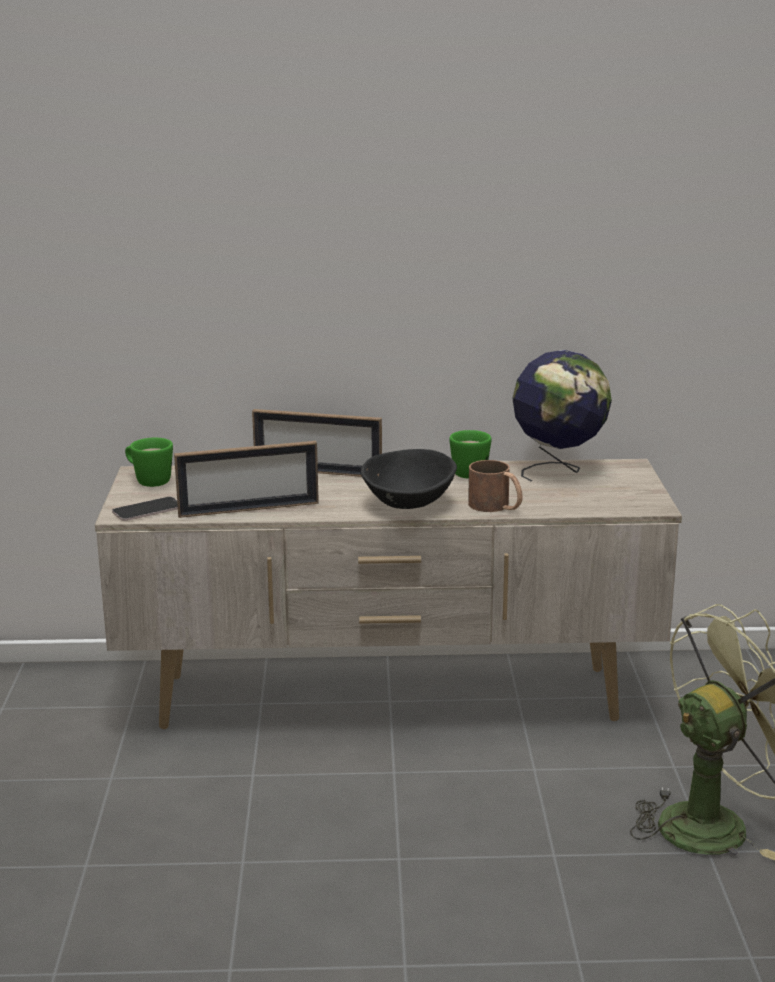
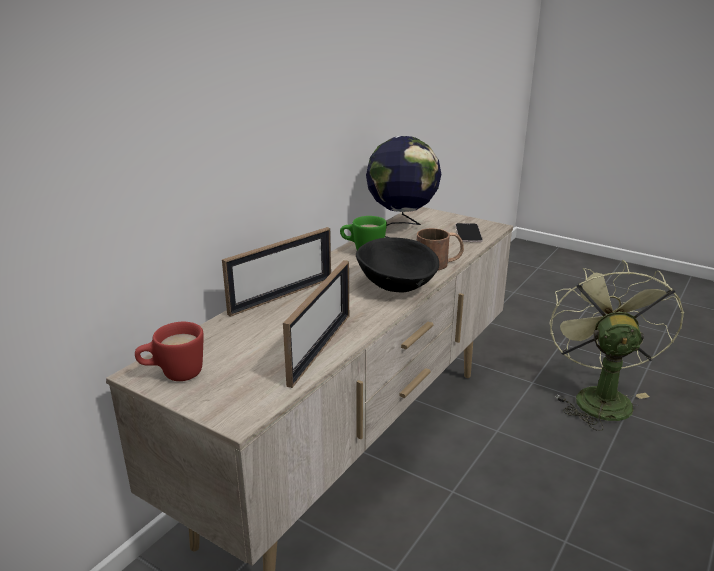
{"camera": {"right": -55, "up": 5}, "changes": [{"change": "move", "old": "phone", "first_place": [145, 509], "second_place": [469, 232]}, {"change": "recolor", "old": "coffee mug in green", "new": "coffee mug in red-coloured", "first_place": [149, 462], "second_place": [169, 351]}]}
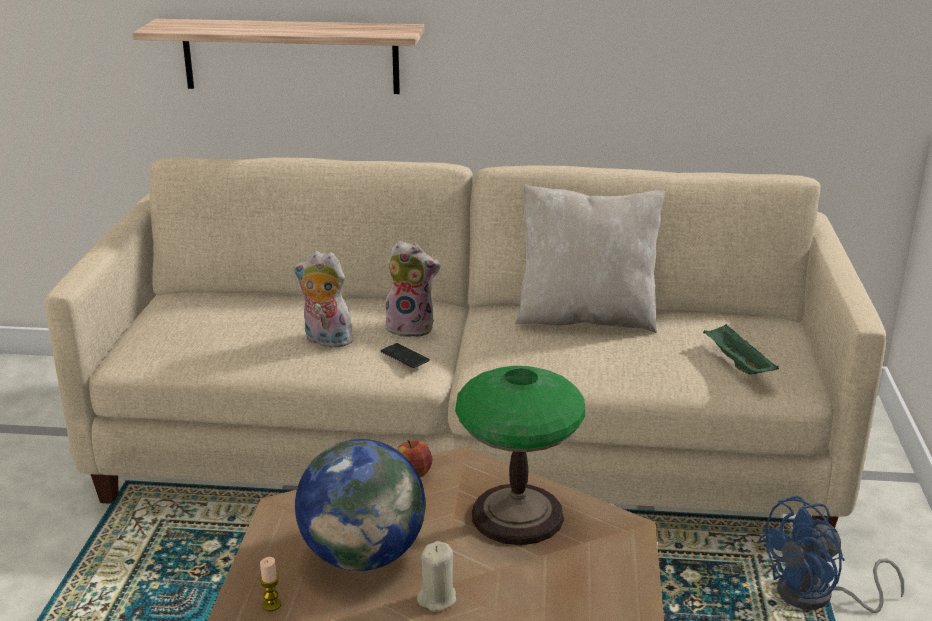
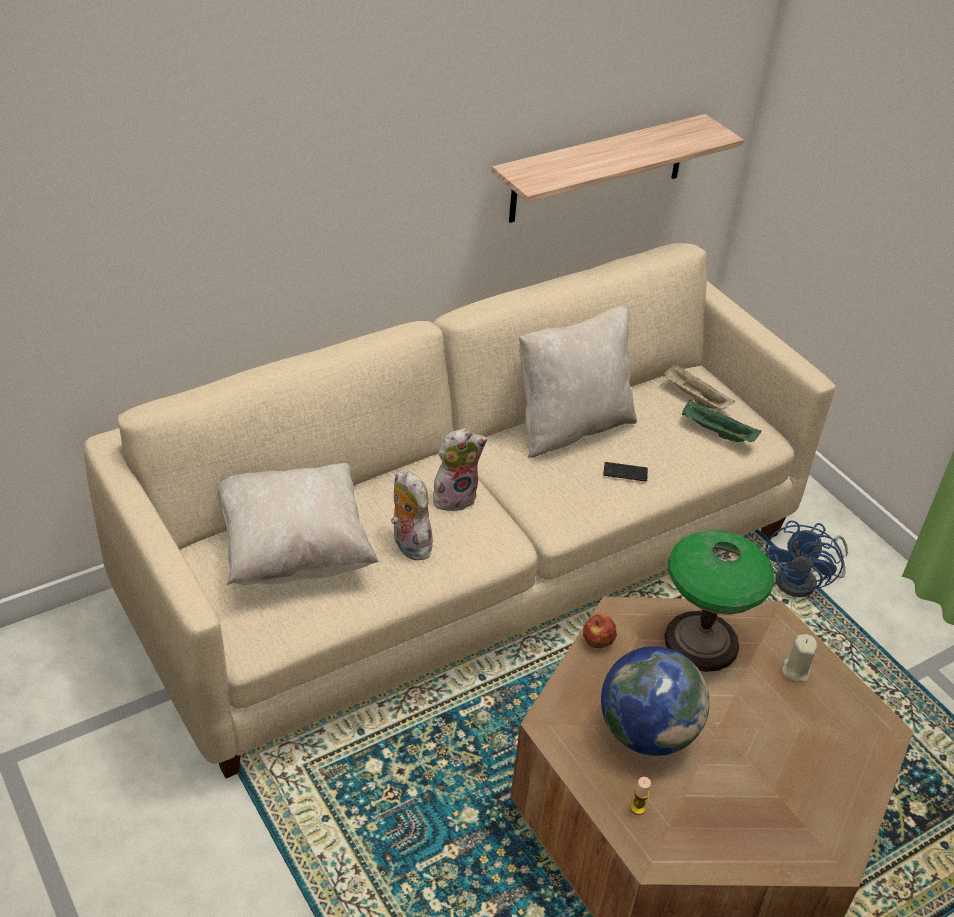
{"camera": {"right": -40, "up": 15}, "changes": [{"change": "move", "old": "wall shelf", "first_place": [278, 56], "second_place": [618, 168]}, {"change": "rotate", "old": "cuddly toy", "first_place": [325, 299], "second_place": [412, 515], "degrees": 75}, {"change": "move", "old": "phone", "first_place": [405, 355], "second_place": [625, 471]}, {"change": "move", "old": "candle in beige-coloured", "first_place": [436, 576], "second_place": [799, 658]}, {"change": "insert", "new": "pillow in beige-coloured", "second_place": [298, 524]}, {"change": "insert", "new": "tray in beige-coloured", "second_place": [698, 386]}]}
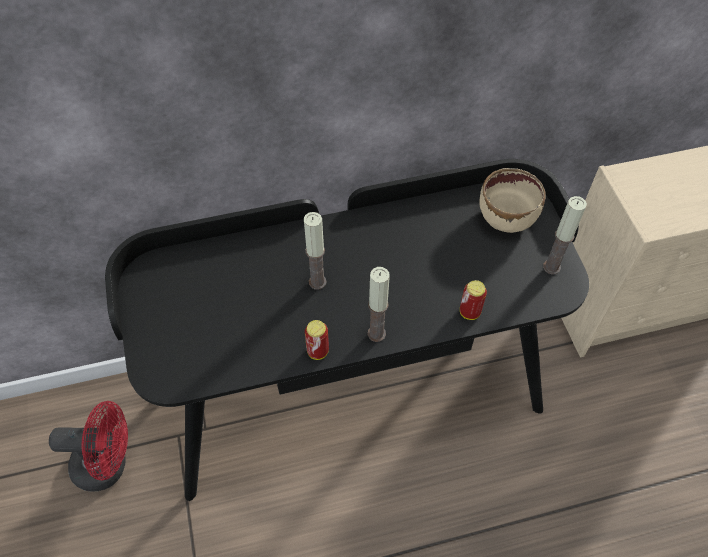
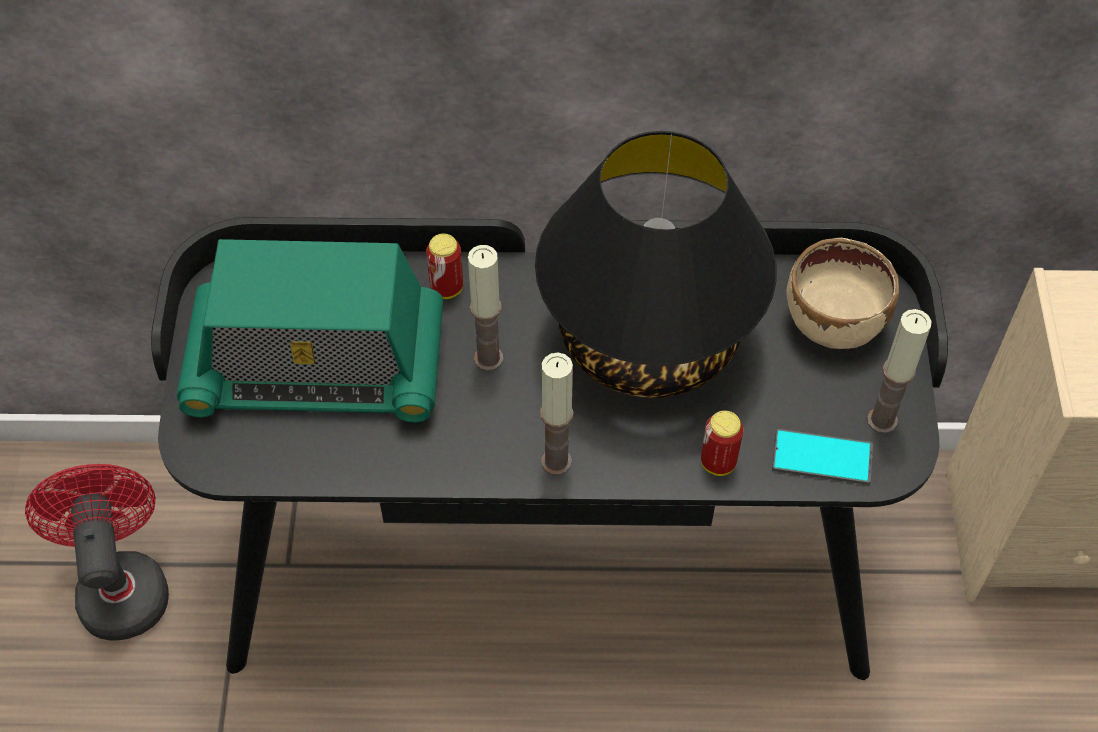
{"camera": {"right": 15, "up": 0}, "changes": [{"change": "rotate", "old": "fan in red-coloured", "first_place": [88, 446], "second_place": [97, 552], "degrees": -120}, {"change": "move", "old": "sealed can", "first_place": [317, 340], "second_place": [444, 266]}, {"change": "insert", "new": "radio receiver", "second_place": [310, 331]}, {"change": "insert", "new": "table lamp in blackish", "second_place": [656, 264]}, {"change": "insert", "new": "phone", "second_place": [822, 457]}]}
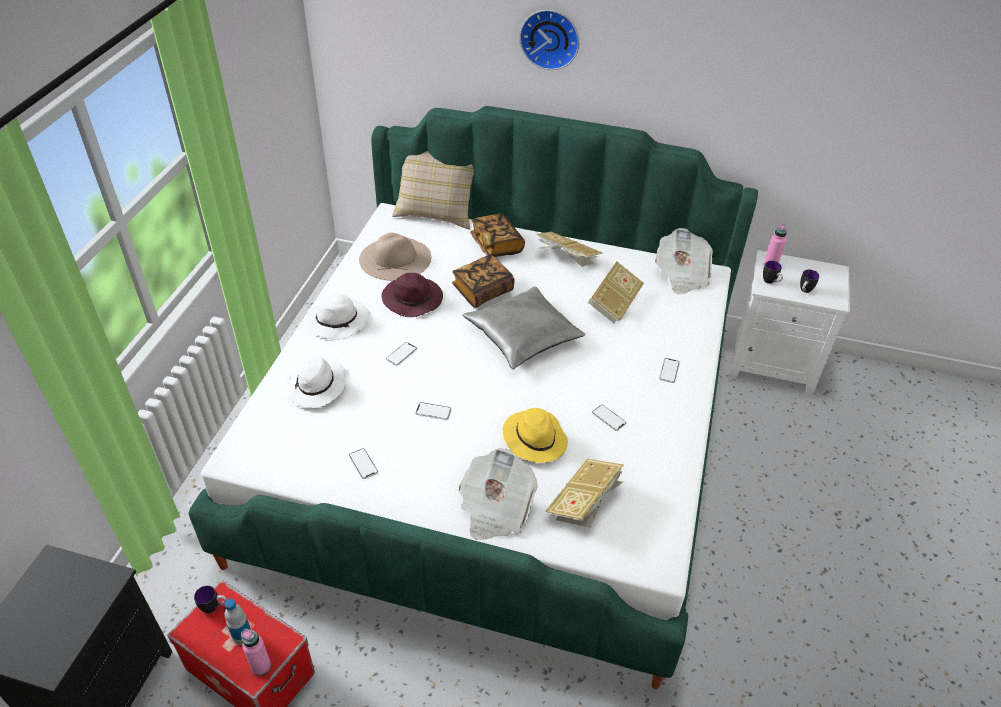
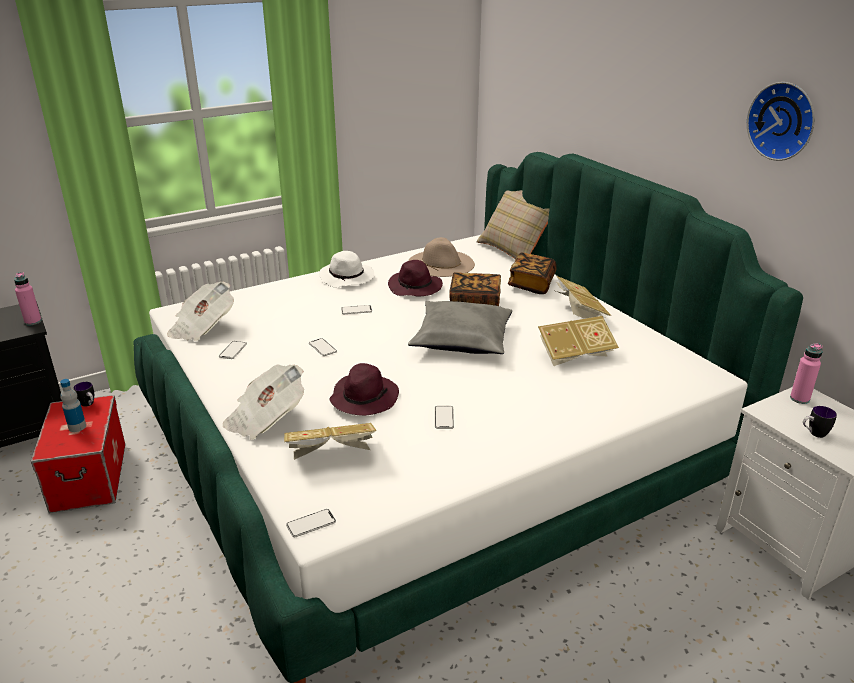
{"camera": {"right": 45, "up": -15}, "changes": [{"change": "move", "old": "bottle in pink", "first_place": [256, 652], "second_place": [28, 298]}, {"change": "delete", "old": "clothing hat in white", "first_place": [316, 381]}, {"change": "recolor", "old": "clothing hat in yellowish", "new": "clothing hat in purple", "first_place": [535, 435], "second_place": [364, 389]}, {"change": "move", "old": "clock on the wall", "first_place": [549, 40], "second_place": [781, 121]}, {"change": "move", "old": "newspaper", "first_place": [684, 261], "second_place": [200, 311]}, {"change": "move", "old": "phone", "first_place": [669, 370], "second_place": [311, 523]}, {"change": "delete", "old": "coffee mug", "first_place": [773, 272]}]}
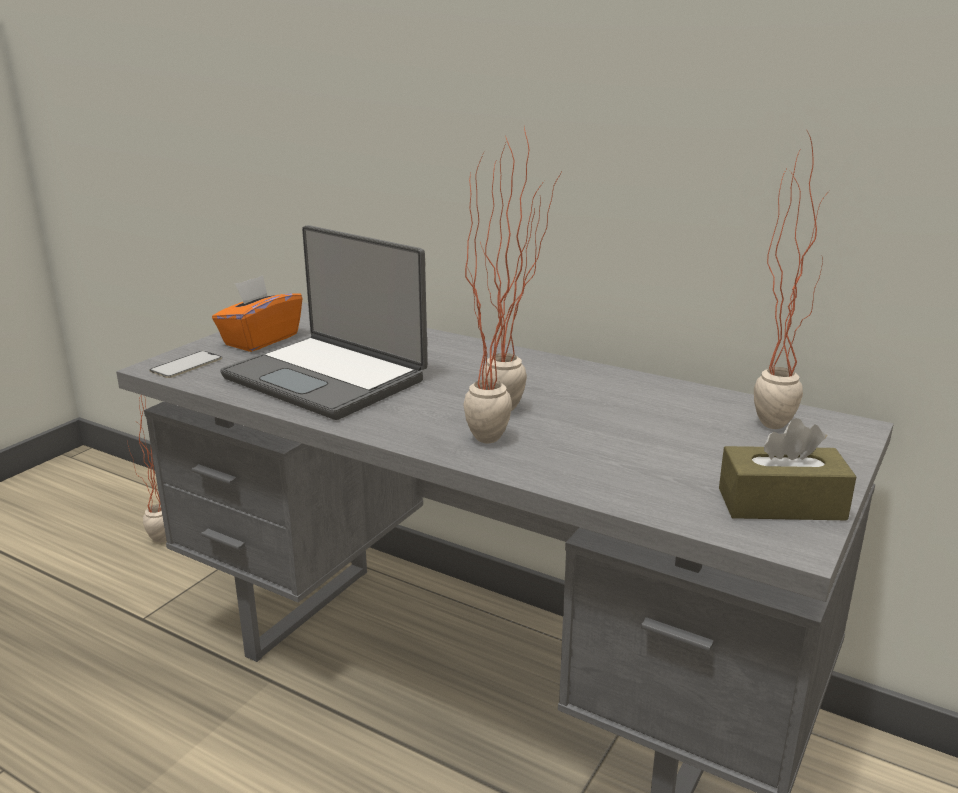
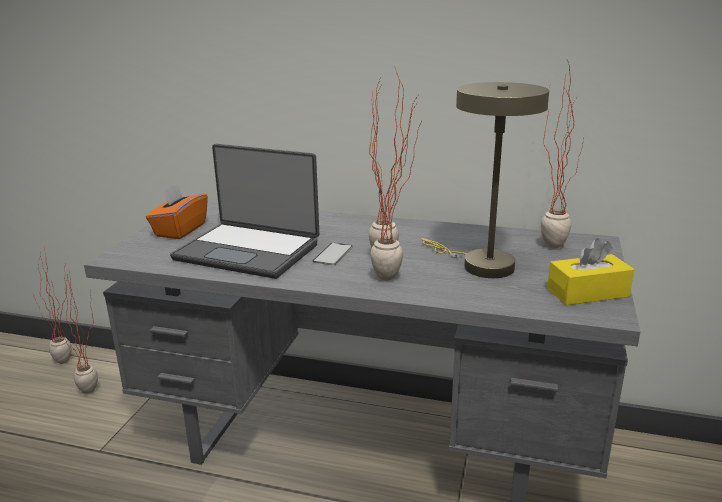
{"camera": {"right": -15, "up": 0}, "changes": [{"change": "move", "old": "phone", "first_place": [185, 364], "second_place": [332, 254]}, {"change": "recolor", "old": "tissue box in brown", "new": "tissue box in yellowish", "first_place": [787, 469], "second_place": [590, 271]}, {"change": "insert", "new": "potted plant", "second_place": [52, 306]}, {"change": "insert", "new": "table lamp in beige-coloured", "second_place": [485, 180]}]}
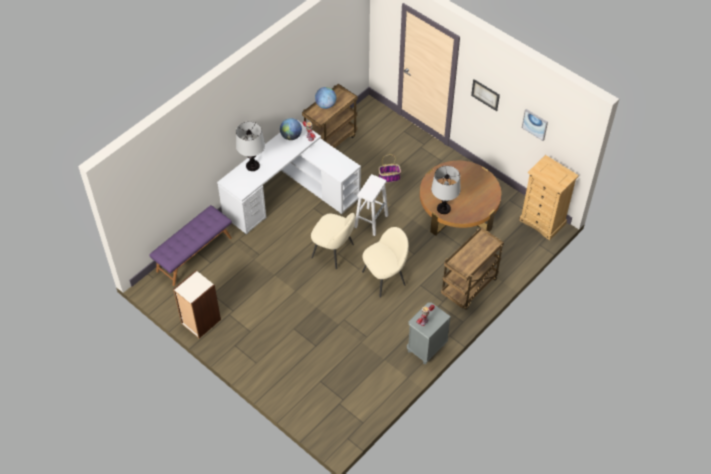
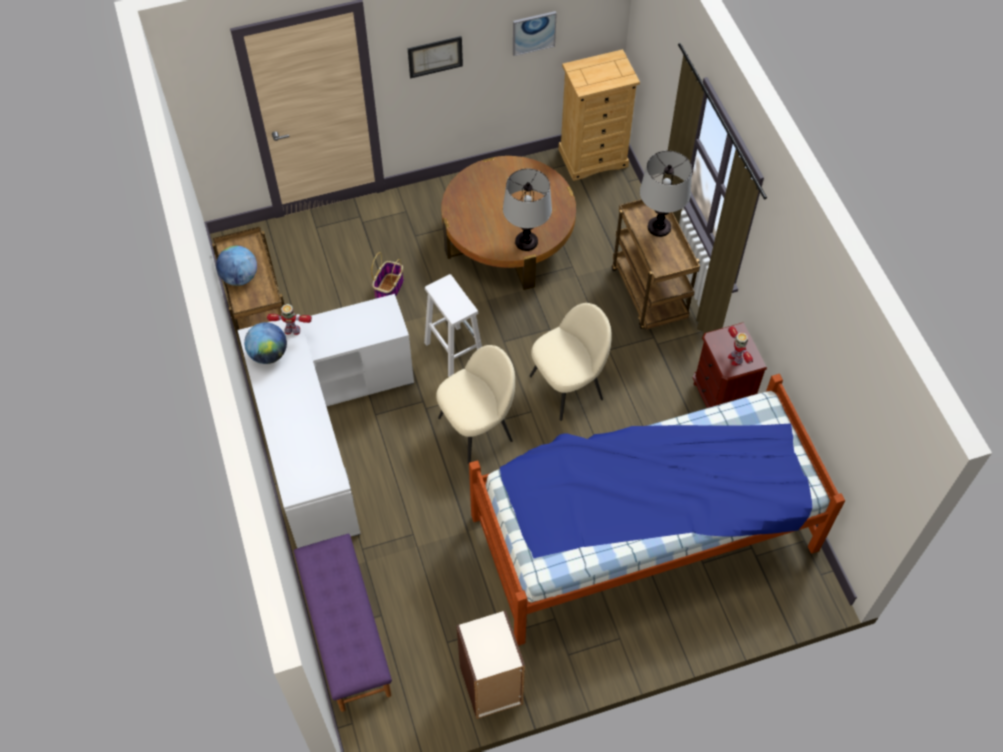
{"camera": {"right": -60, "up": 5}, "changes": [{"change": "move", "old": "table lamp", "first_place": [250, 146], "second_place": [666, 194]}, {"change": "rotate", "old": "upright chair in beige-coloured", "first_place": [385, 262], "second_place": [571, 362], "degrees": 60}, {"change": "recolor", "old": "night table in grey", "new": "night table in brown", "first_place": [429, 333], "second_place": [730, 365]}, {"change": "insert", "new": "sleeping bed", "second_place": [657, 510]}]}
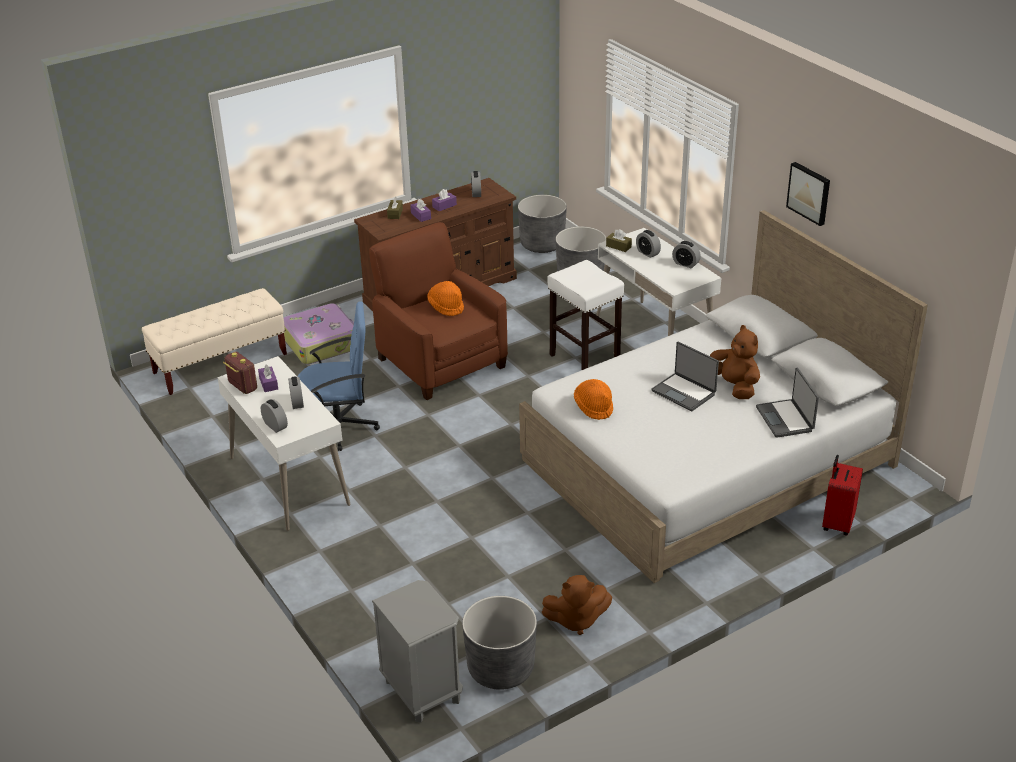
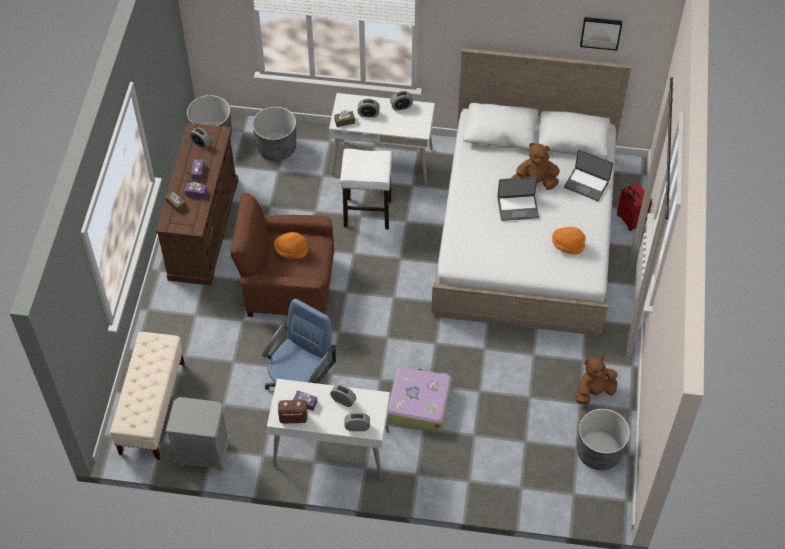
{"camera": {"right": -50, "up": 20}, "changes": [{"change": "move", "old": "travel case", "first_place": [319, 333], "second_place": [419, 398]}, {"change": "move", "old": "night table in grey", "first_place": [417, 651], "second_place": [198, 434]}, {"change": "rotate", "old": "cuddly toy in brown", "first_place": [577, 605], "second_place": [597, 380], "degrees": -150}, {"change": "move", "old": "clothing hat in orangey", "first_place": [593, 399], "second_place": [569, 241]}, {"change": "move", "old": "wall picture", "first_place": [808, 194], "second_place": [601, 34]}]}
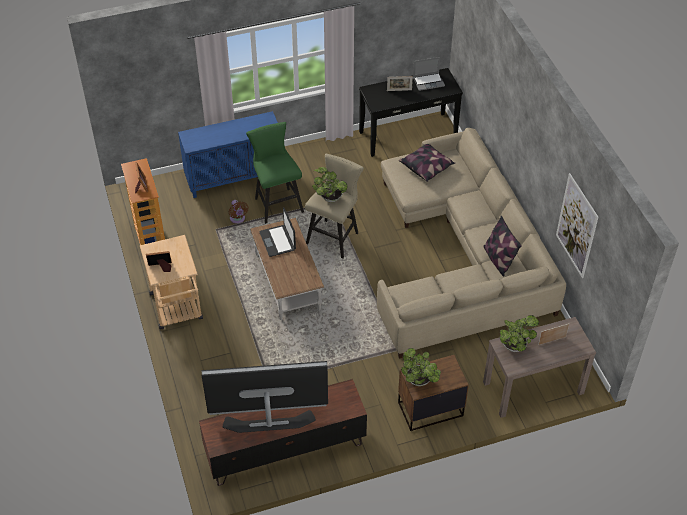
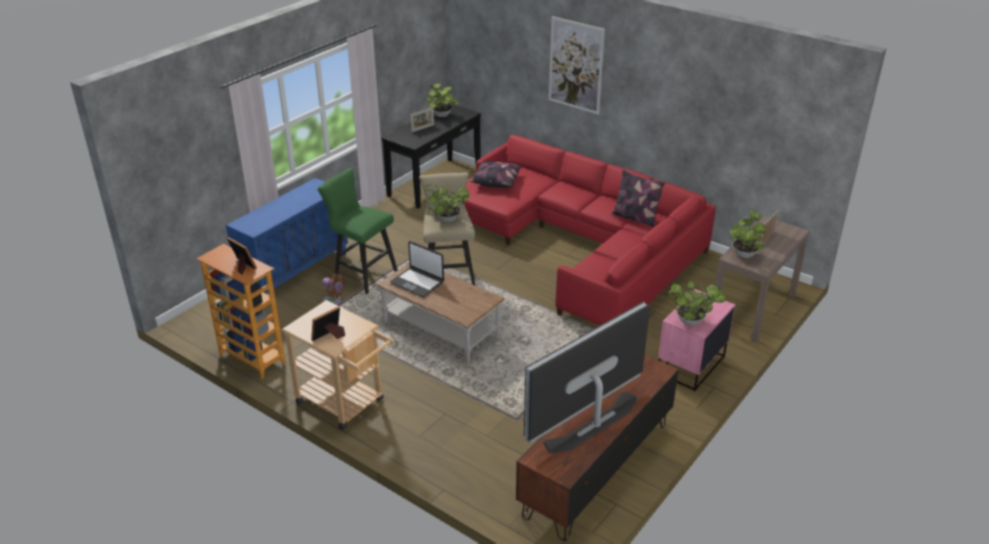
{"camera": {"right": -35, "up": -15}, "changes": [{"change": "recolor", "old": "sofa in beige-coloured", "new": "sofa in red-coloured", "first_place": [471, 243], "second_place": [590, 230]}, {"change": "recolor", "old": "night table in brown", "new": "night table in pink", "first_place": [433, 393], "second_place": [696, 340]}, {"change": "replace", "old": "laptop", "new": "potted plant", "first_place": [429, 74], "second_place": [442, 100]}, {"change": "move", "old": "wall picture", "first_place": [577, 225], "second_place": [577, 65]}]}
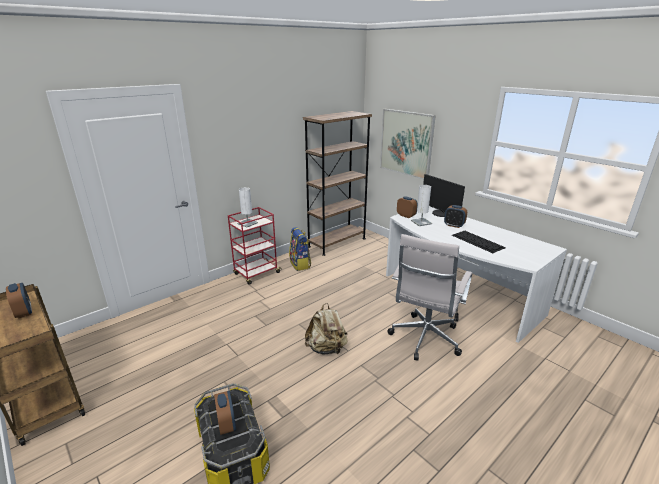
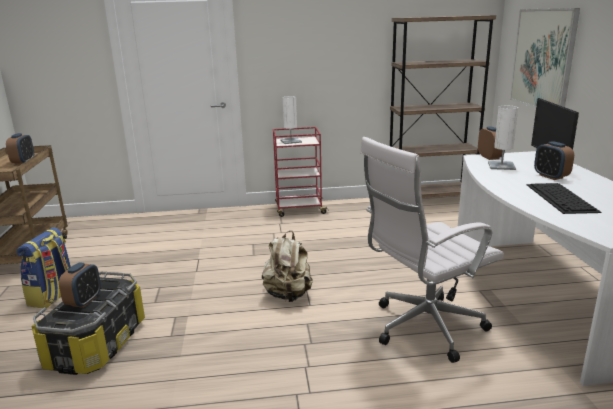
{"camera": {"right": 35, "up": -5}, "changes": [{"change": "move", "old": "rucksack", "first_place": [300, 249], "second_place": [44, 267]}]}
